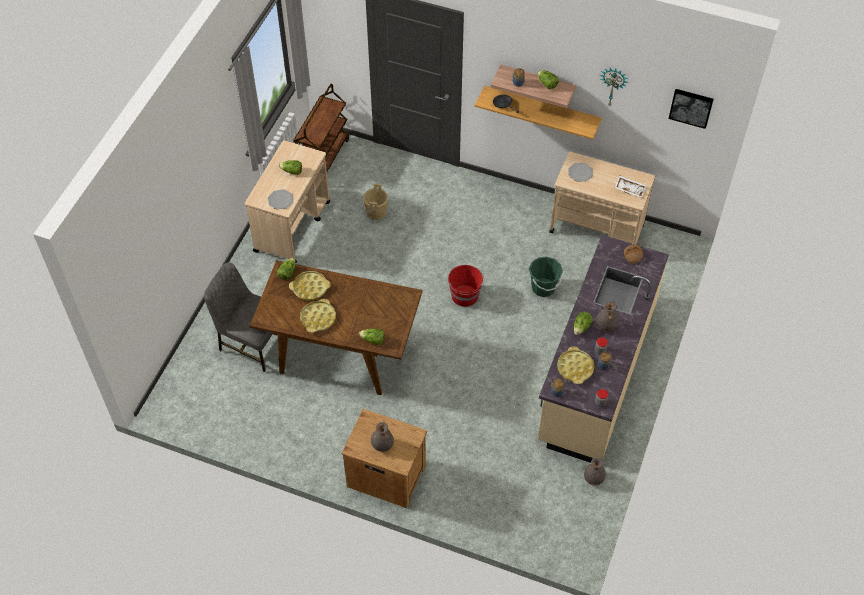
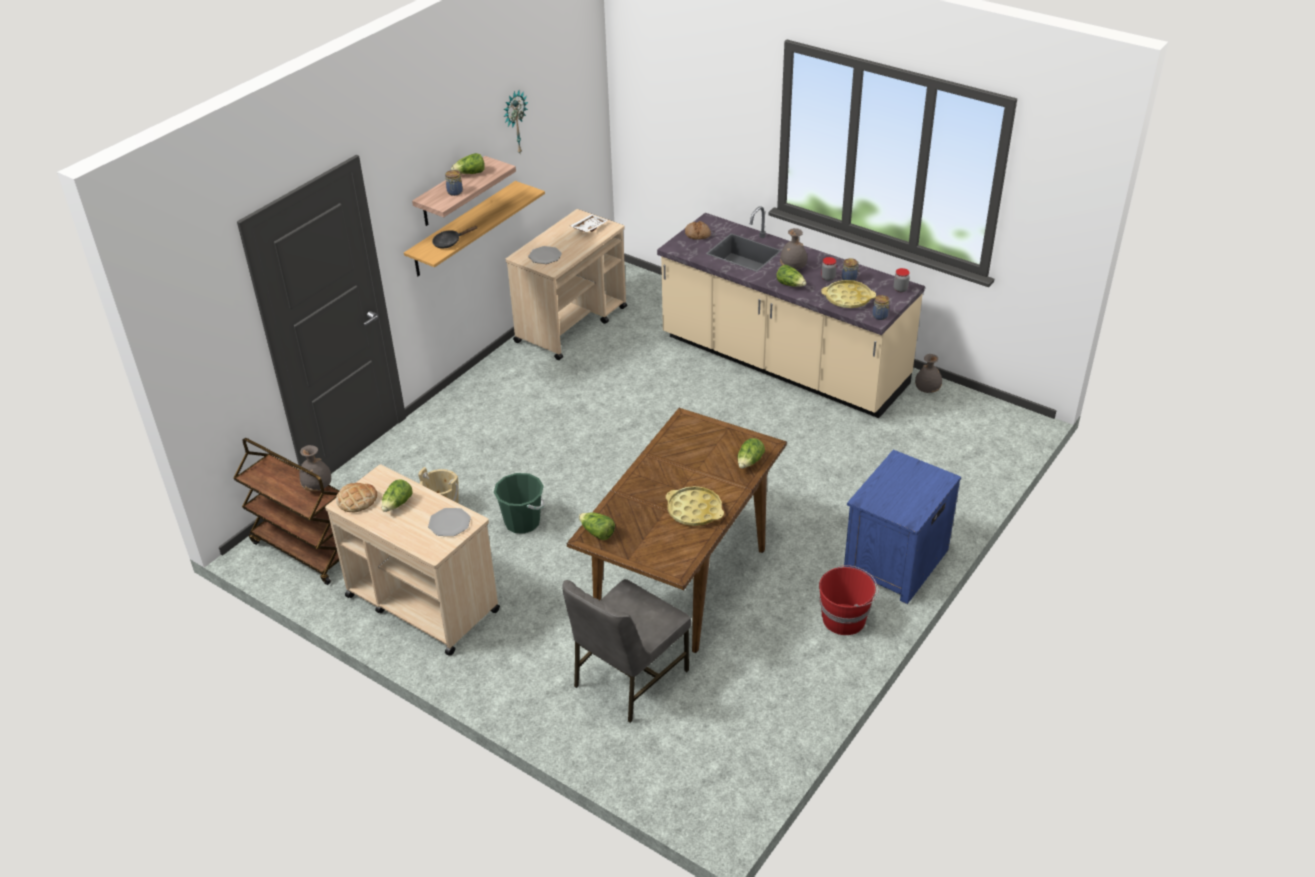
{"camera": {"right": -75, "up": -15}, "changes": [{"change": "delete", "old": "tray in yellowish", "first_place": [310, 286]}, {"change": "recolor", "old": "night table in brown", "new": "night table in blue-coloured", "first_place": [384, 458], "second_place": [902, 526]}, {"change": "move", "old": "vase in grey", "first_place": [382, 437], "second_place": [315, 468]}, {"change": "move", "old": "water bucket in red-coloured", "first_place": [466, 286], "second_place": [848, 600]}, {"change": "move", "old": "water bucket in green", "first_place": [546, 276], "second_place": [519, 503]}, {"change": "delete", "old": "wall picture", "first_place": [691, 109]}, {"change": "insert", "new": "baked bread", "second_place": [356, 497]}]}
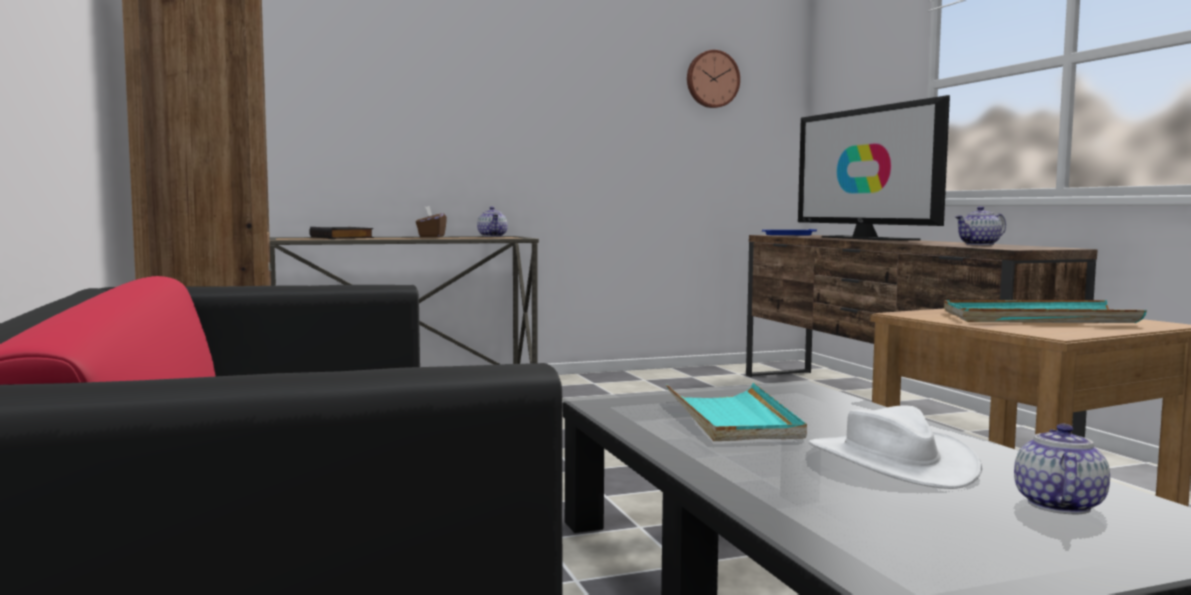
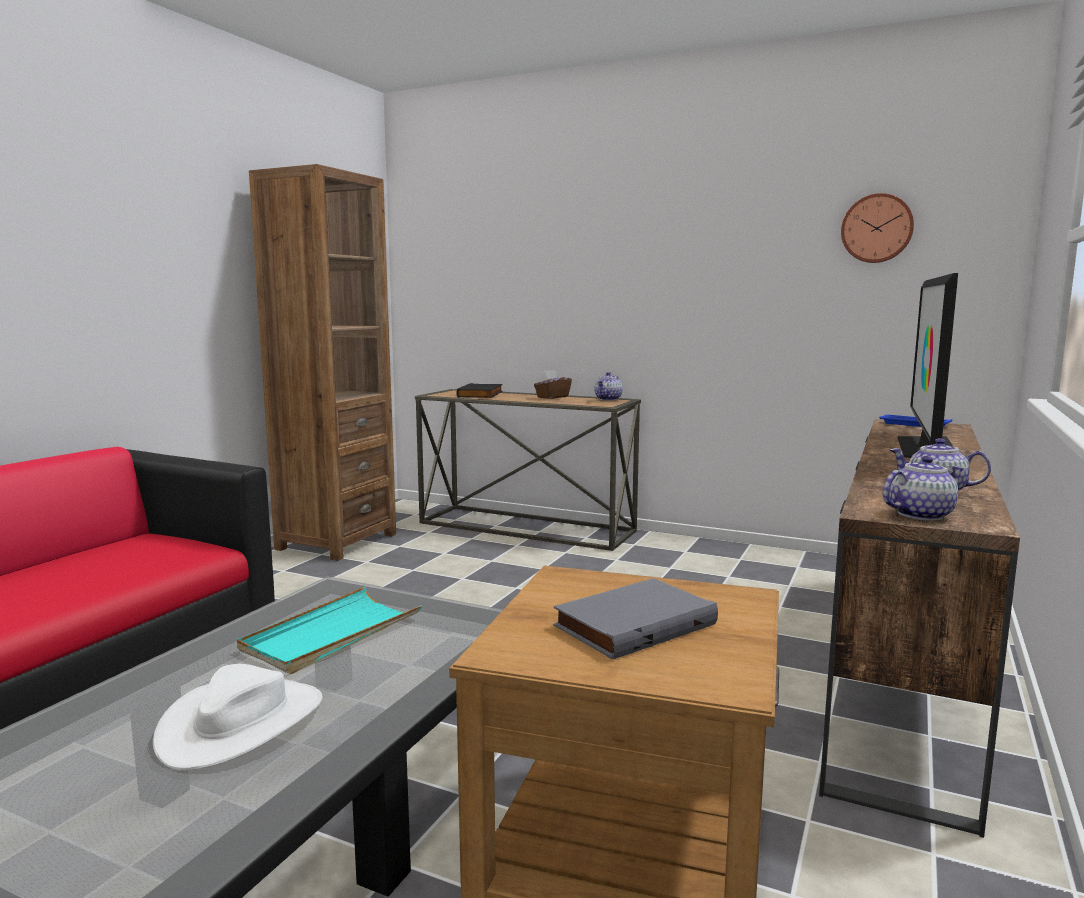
{"camera": {"right": 45, "up": 5}, "changes": [{"change": "replace", "old": "tray in turquoise-coloured", "new": "bound book in grey", "first_place": [1045, 311], "second_place": [635, 619]}, {"change": "move", "old": "teapot", "first_place": [1062, 469], "second_place": [923, 488]}]}
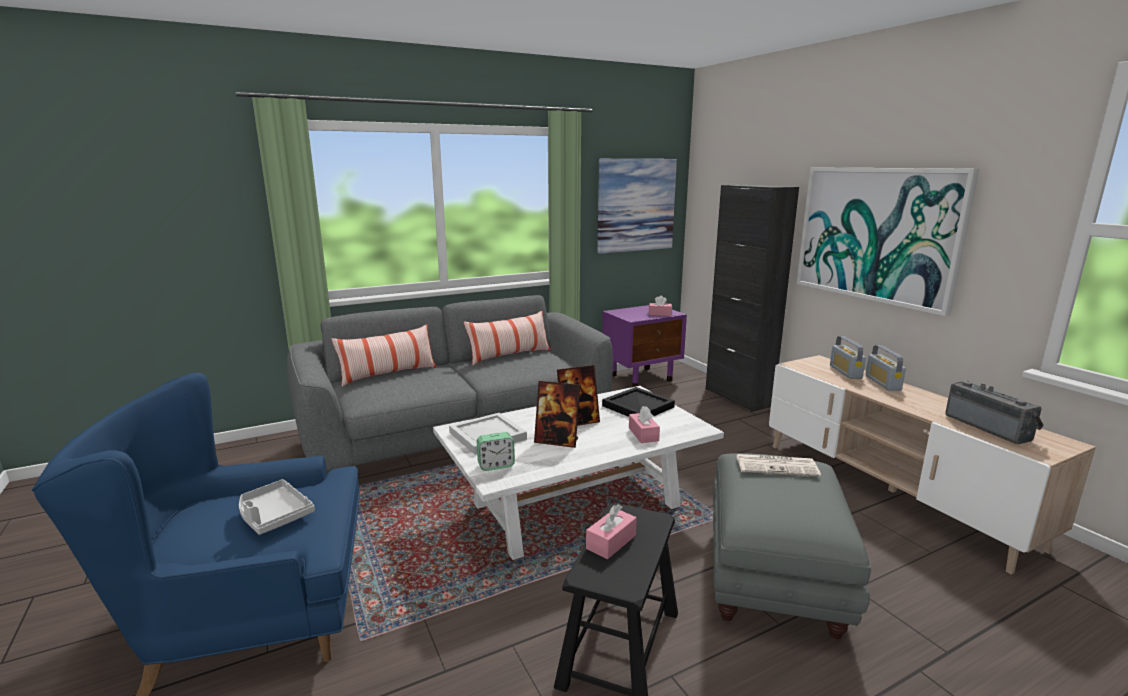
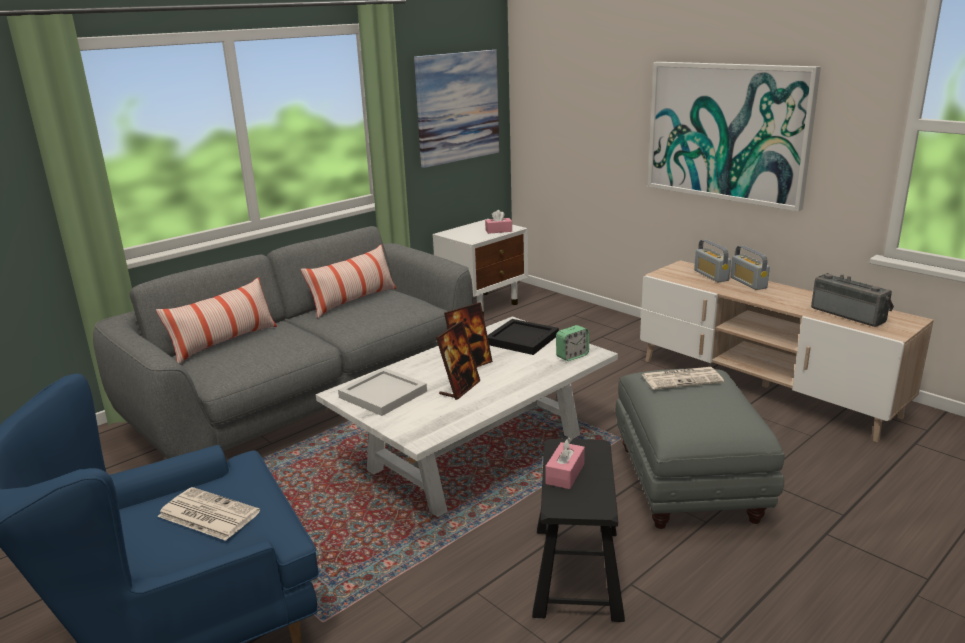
{"camera": {"right": -15, "up": 5}, "changes": [{"change": "replace", "old": "tray in grey", "new": "newspaper", "first_place": [277, 507], "second_place": [208, 514]}, {"change": "move", "old": "table clock", "first_place": [496, 451], "second_place": [572, 343]}, {"change": "rotate", "old": "picture frame", "first_place": [557, 414], "second_place": [458, 360], "degrees": -60}, {"change": "recolor", "old": "night table in purple", "new": "night table in white", "first_place": [644, 346], "second_place": [480, 267]}, {"change": "delete", "old": "tissue box in pink", "first_place": [644, 424]}, {"change": "delete", "old": "cupboard in blackish", "first_place": [752, 298]}]}
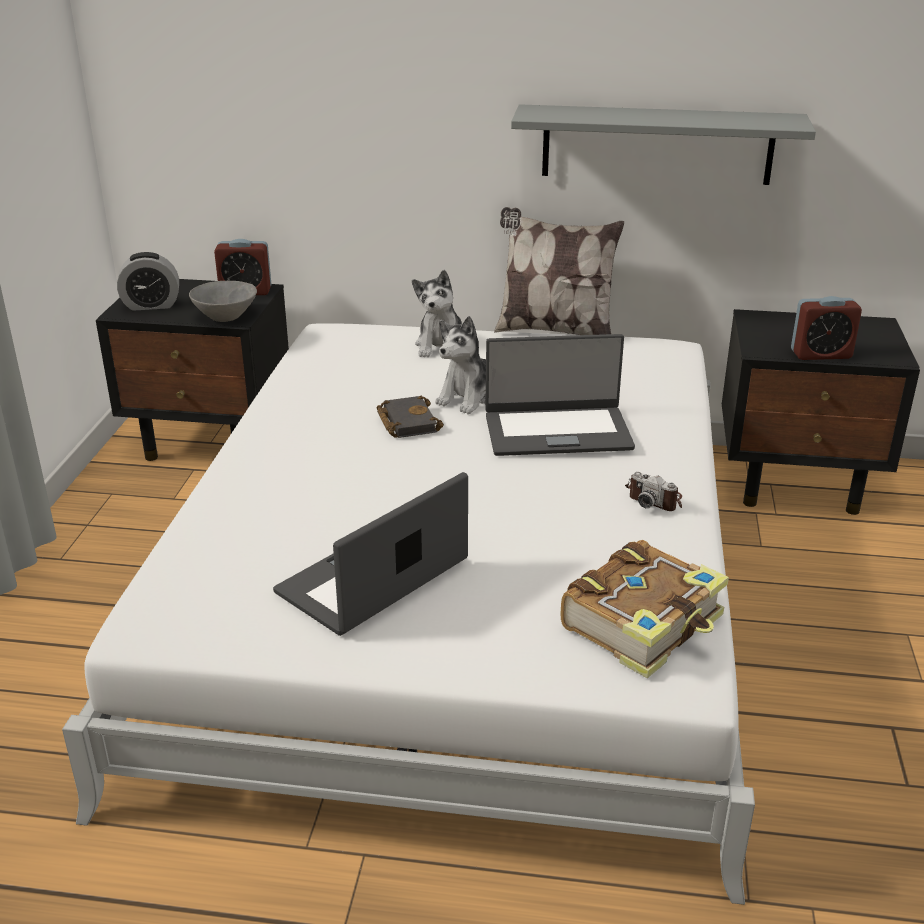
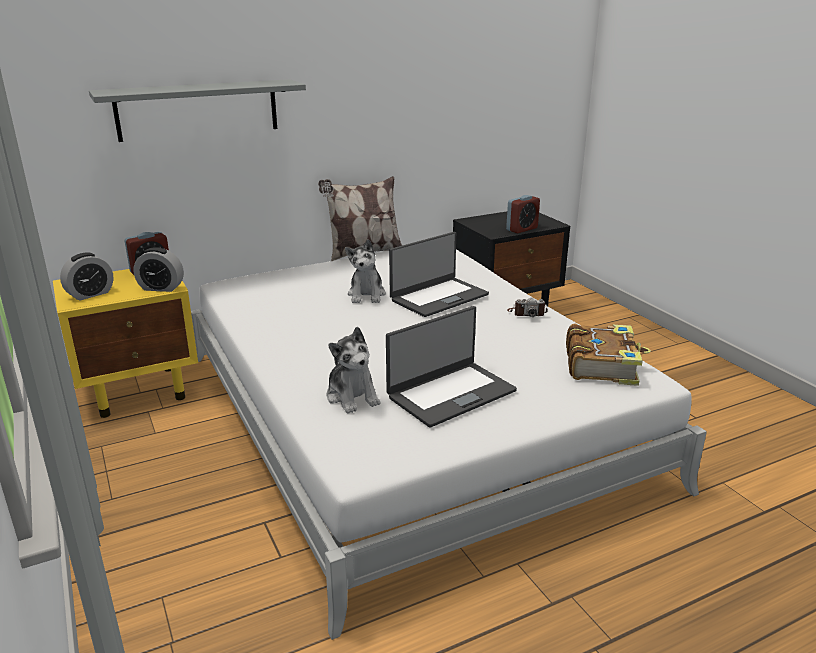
{"camera": {"right": -35, "up": -5}, "changes": [{"change": "recolor", "old": "night table in blackish", "new": "night table in yellowish", "first_place": [192, 370], "second_place": [125, 343]}, {"change": "replace", "old": "serving bowl in grey", "new": "table clock", "first_place": [223, 301], "second_place": [158, 269]}, {"change": "rotate", "old": "laptop", "first_place": [370, 554], "second_place": [451, 366], "degrees": -135}, {"change": "delete", "old": "bound book in blackish", "first_place": [410, 417]}, {"change": "move", "old": "cuddly toy", "first_place": [437, 313], "second_place": [353, 370]}, {"change": "move", "old": "wall shelf in grey", "first_place": [663, 144], "second_place": [197, 110]}]}
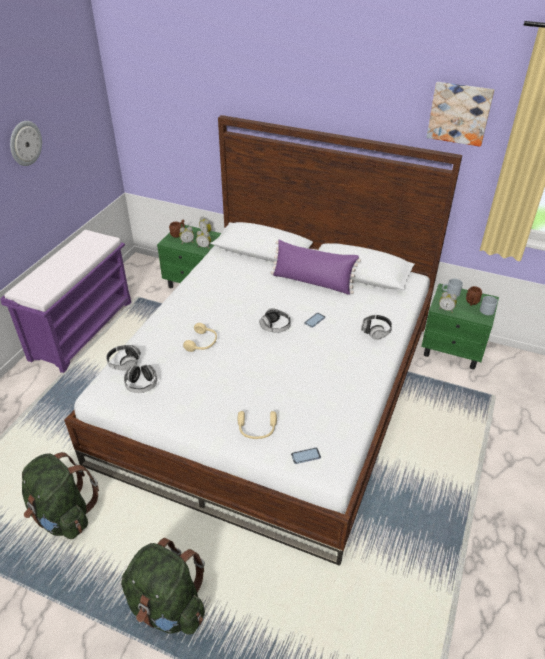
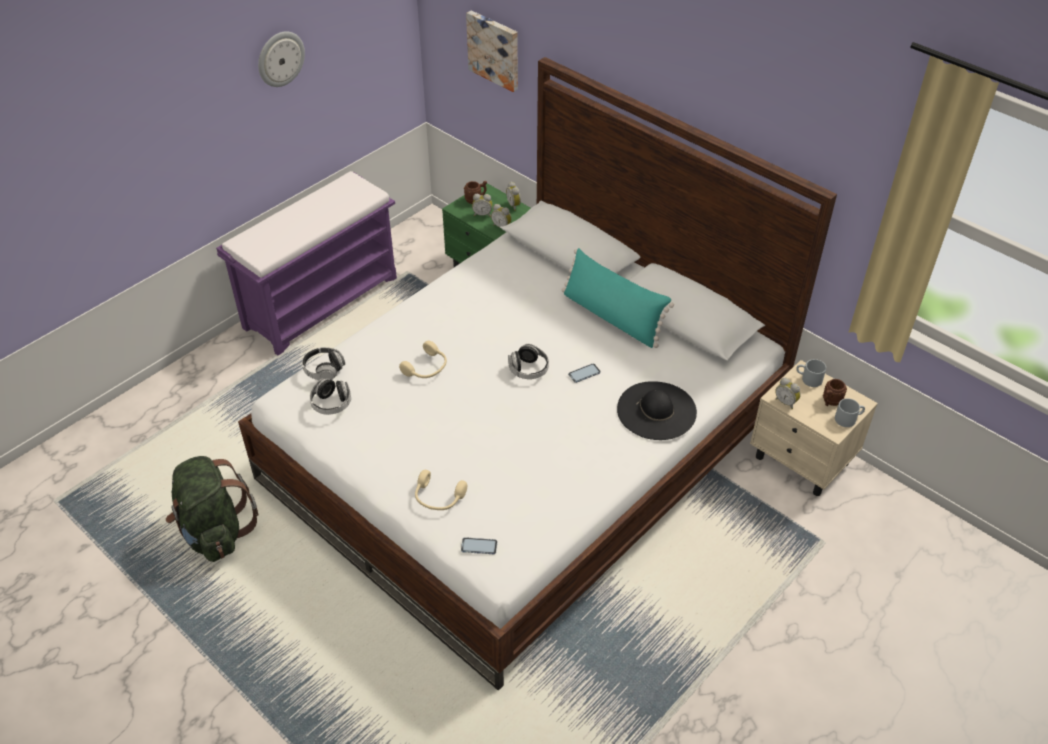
{"camera": {"right": 20, "up": 5}, "changes": [{"change": "delete", "old": "rucksack in green", "first_place": [163, 586]}, {"change": "recolor", "old": "pillow in purple", "new": "pillow in turquoise-coloured", "first_place": [316, 267], "second_place": [618, 298]}, {"change": "replace", "old": "pair of headphones", "new": "clothing hat in blackish", "first_place": [376, 327], "second_place": [657, 410]}, {"change": "recolor", "old": "night table in green", "new": "night table in beige-coloured", "first_place": [460, 326], "second_place": [814, 428]}, {"change": "move", "old": "wall picture", "first_place": [461, 114], "second_place": [492, 51]}]}
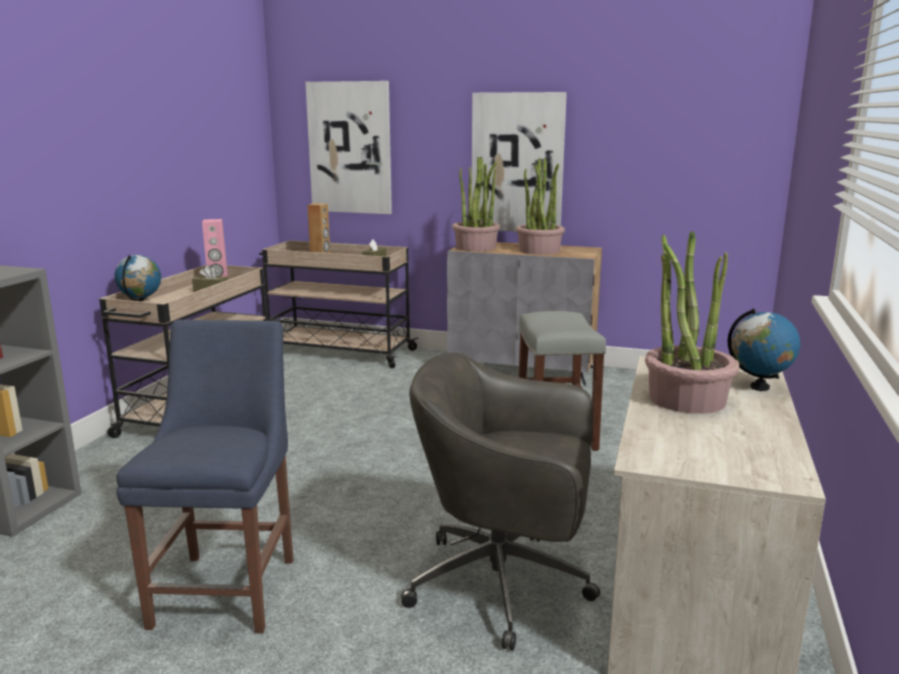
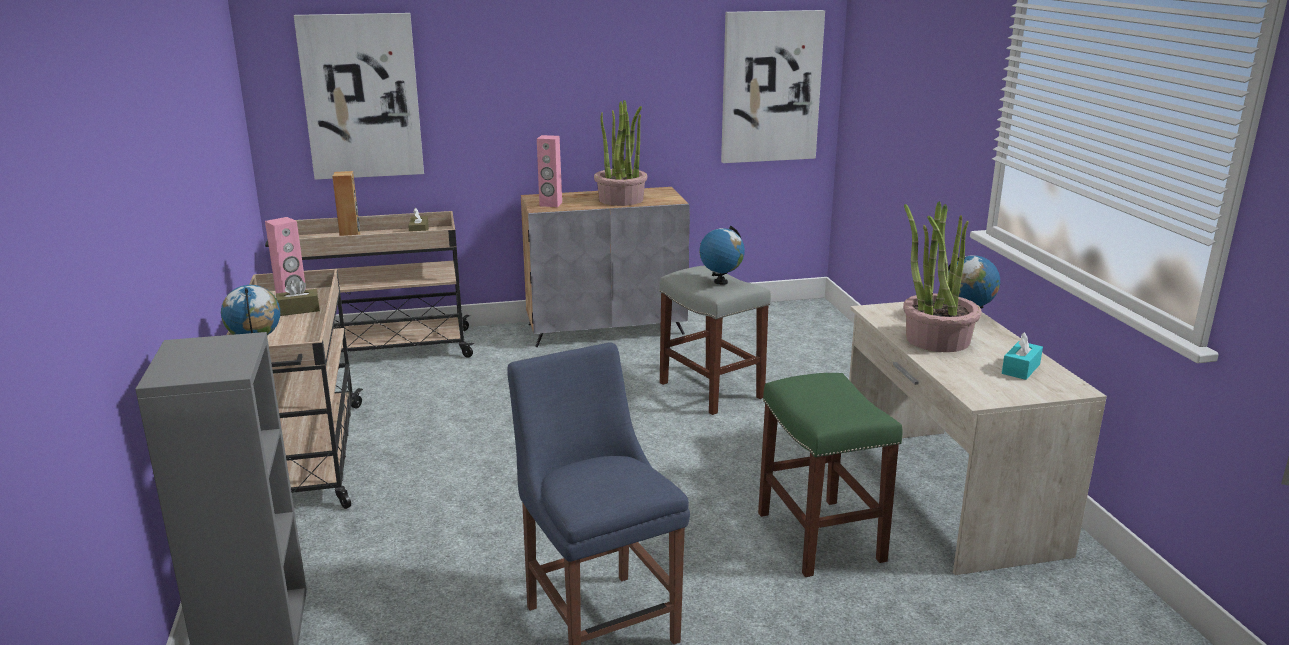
{"camera": {"right": -30, "up": 5}, "changes": [{"change": "replace", "old": "computer chair in grey", "new": "sitting stool in green", "first_place": [500, 502], "second_place": [830, 475]}, {"change": "replace", "old": "potted plant", "new": "audio speaker in pink", "first_place": [476, 204], "second_place": [549, 171]}, {"change": "move", "old": "wall picture", "first_place": [519, 162], "second_place": [773, 86]}, {"change": "insert", "new": "globe", "second_place": [722, 255]}, {"change": "insert", "new": "tissue box in turquoise-coloured", "second_place": [1022, 356]}]}
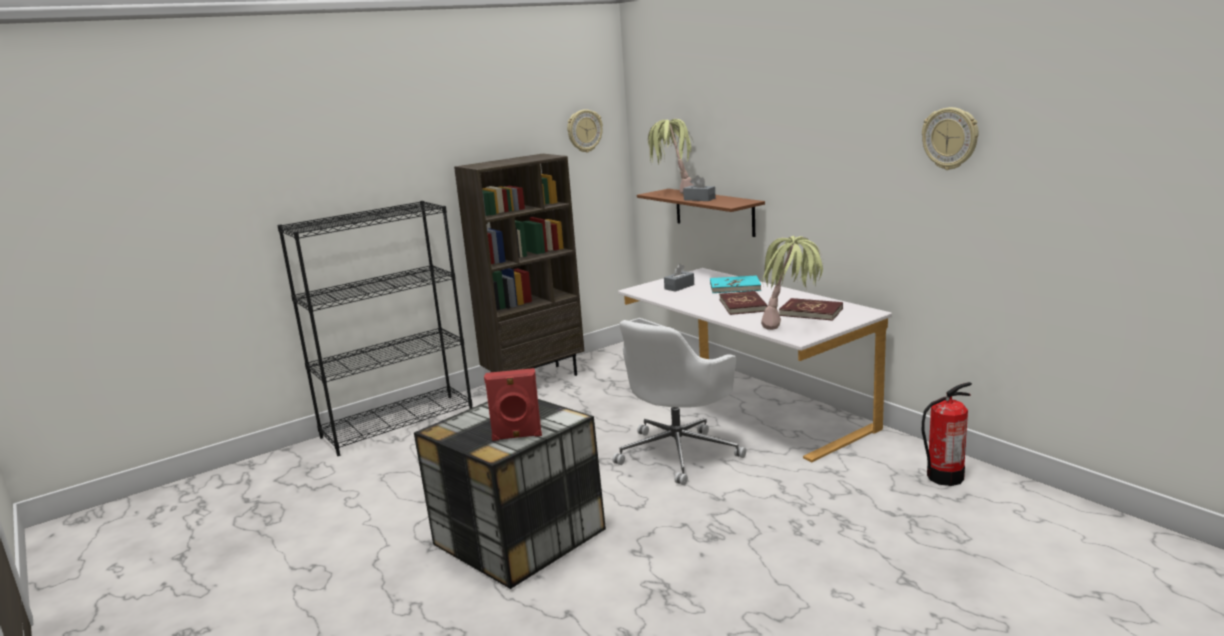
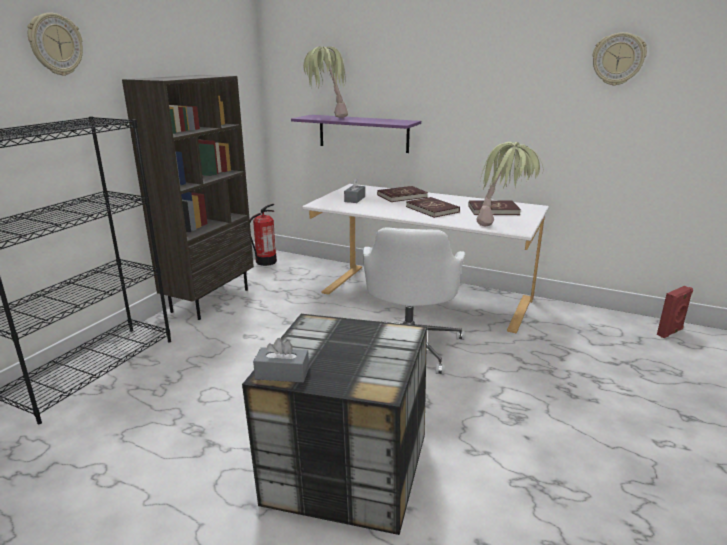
{"camera": {"right": -30, "up": 5}, "changes": [{"change": "move", "old": "audio speaker in red-coloured", "first_place": [513, 404], "second_place": [675, 312]}, {"change": "move", "old": "clock on the wall", "first_place": [585, 131], "second_place": [55, 44]}, {"change": "recolor", "old": "wall shelf in brown", "new": "wall shelf in purple", "first_place": [701, 213], "second_place": [356, 134]}, {"change": "move", "old": "tissue box in grey", "first_place": [699, 188], "second_place": [281, 360]}, {"change": "recolor", "old": "bound book in turquoise-coloured", "new": "bound book in red-coloured", "first_place": [735, 284], "second_place": [402, 194]}, {"change": "move", "old": "extinguisher", "first_place": [947, 434], "second_place": [263, 235]}]}
